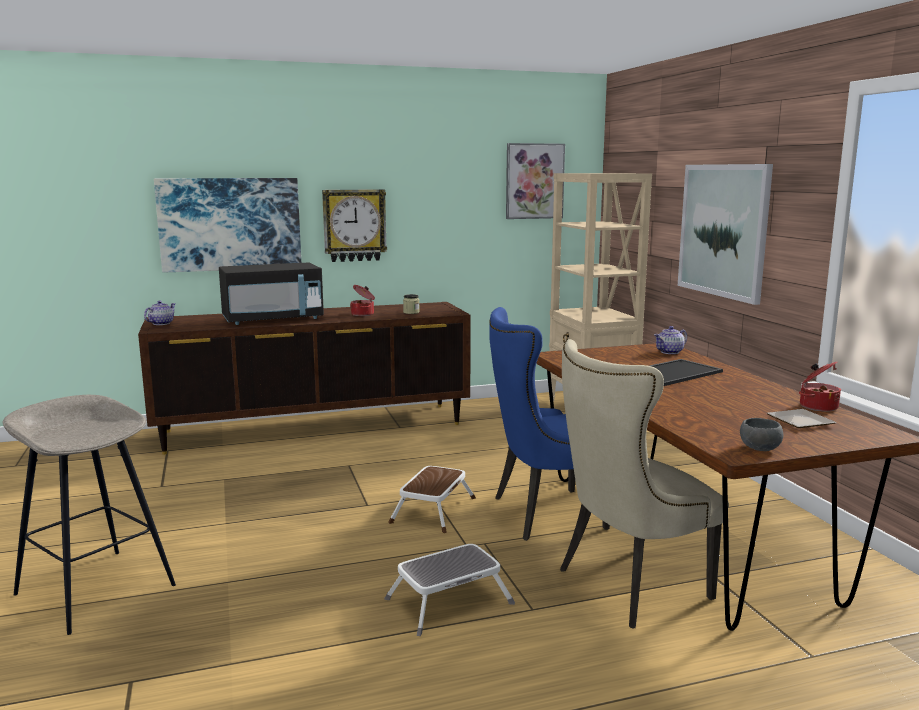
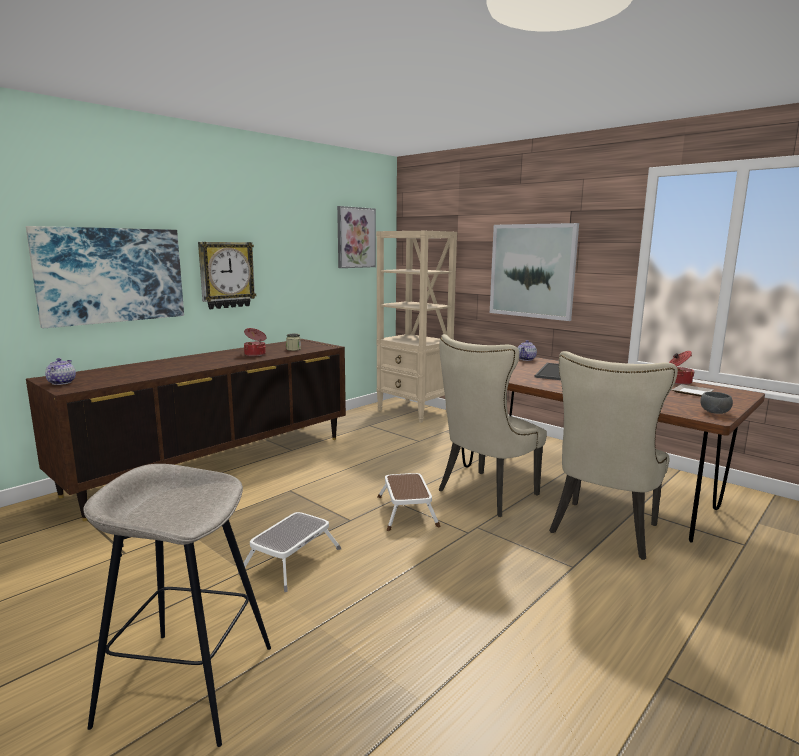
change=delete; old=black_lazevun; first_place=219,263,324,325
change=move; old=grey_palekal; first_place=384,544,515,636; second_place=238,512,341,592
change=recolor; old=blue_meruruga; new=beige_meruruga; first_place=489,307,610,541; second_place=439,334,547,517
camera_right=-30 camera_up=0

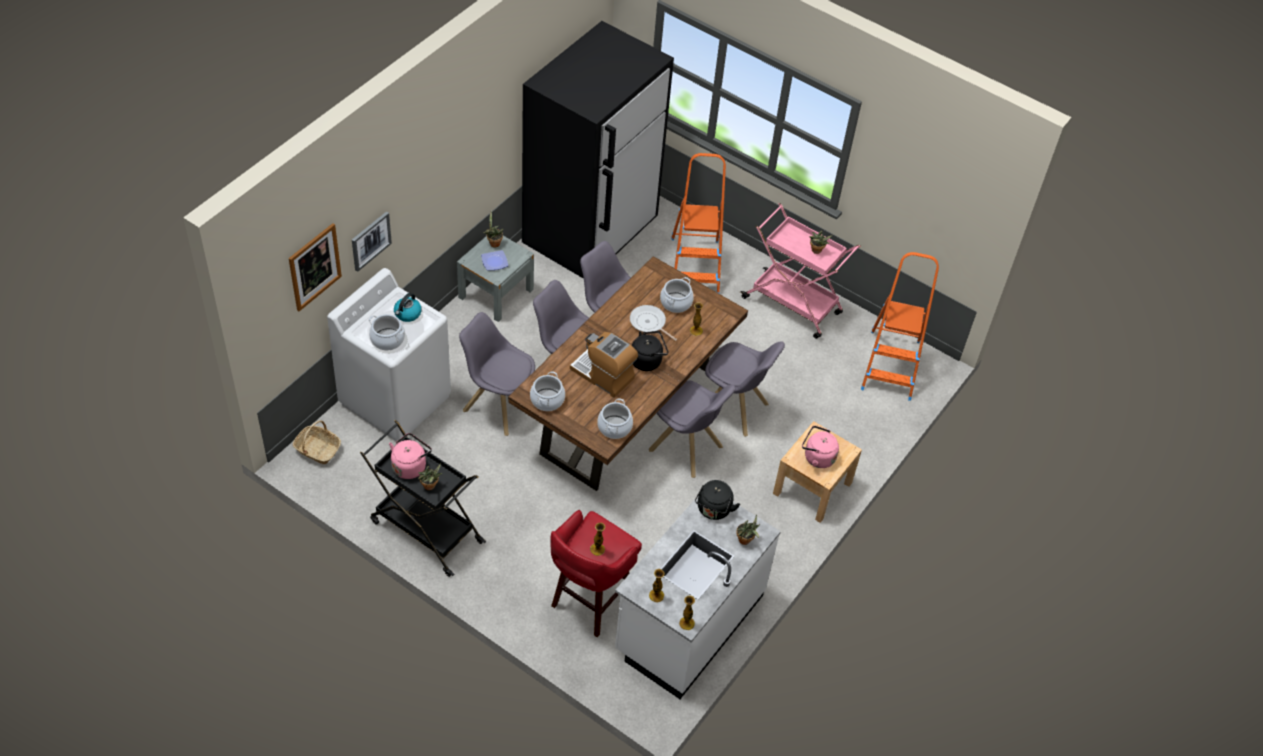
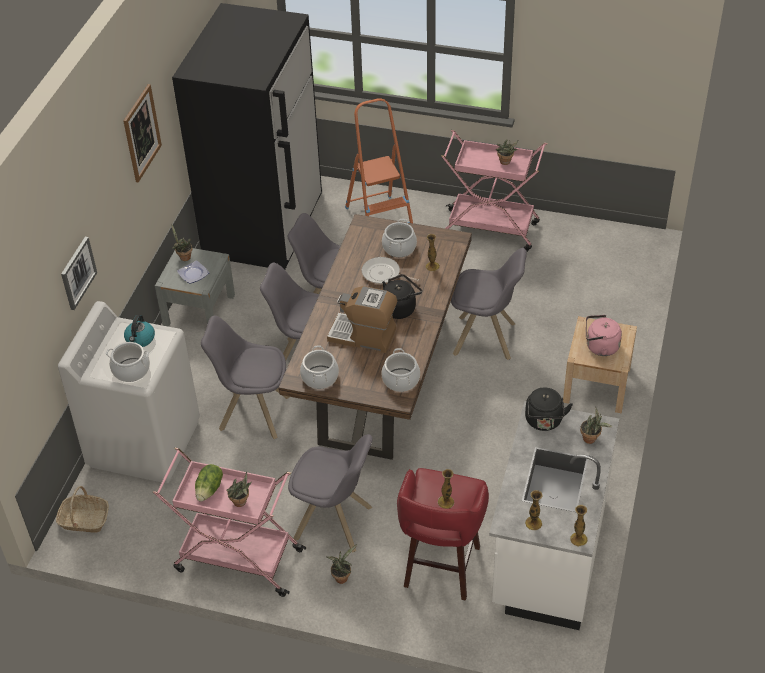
change=delete; old=orange_palekal; first_place=861,252,939,401
change=insert; new=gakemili; second_place=327,544,358,584
change=move; old=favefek; first_place=289,223,342,311; second_place=123,84,162,182
change=move; old=grey_meruruga; first_place=649,380,736,478; second_place=288,434,373,553
change=replace; old=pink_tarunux; new=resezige; first_place=389,433,432,479; second_place=195,464,223,502
change=recolor; old=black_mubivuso; new=pink_mubivuso; first_place=360,420,486,577; second_place=153,448,306,597
camera_right=-15 camera_up=-5

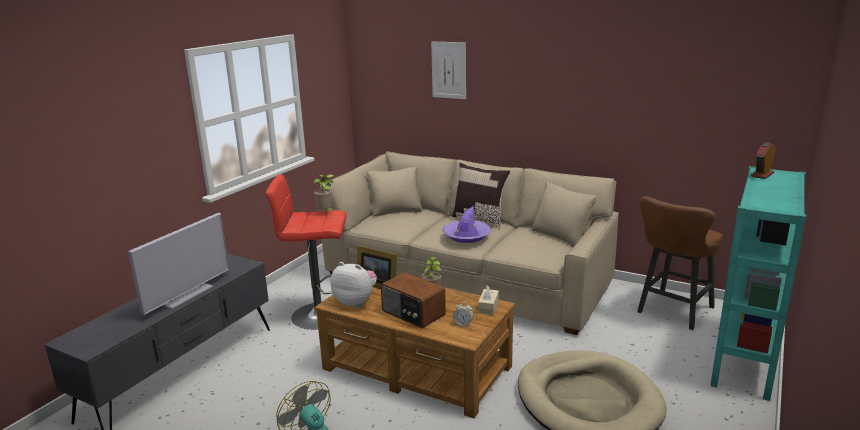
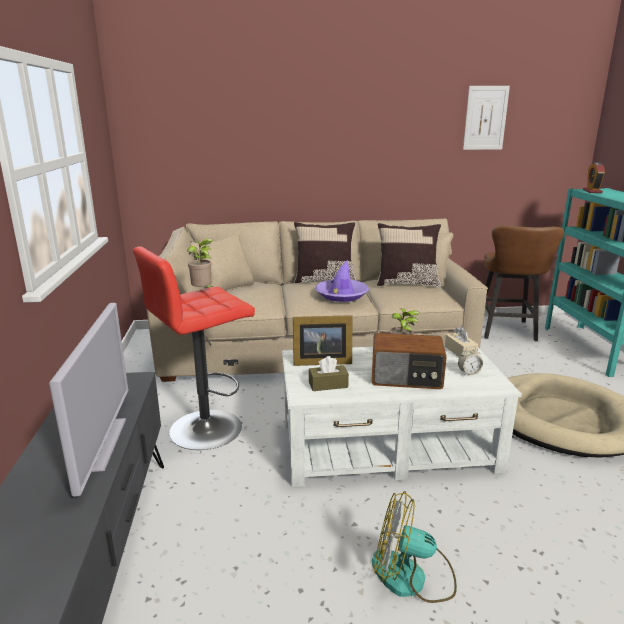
change=insert; new=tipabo; second_place=377,223,441,287
change=move; old=favefek; first_place=431,42,466,99; second_place=463,86,510,150
change=replace; old=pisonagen; new=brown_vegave; first_place=331,262,377,308; second_place=309,356,349,391
change=recolor; old=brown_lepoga; new=white_lepoga; first_place=314,287,516,418; second_place=282,344,522,487
camera_right=-35 camera_up=0

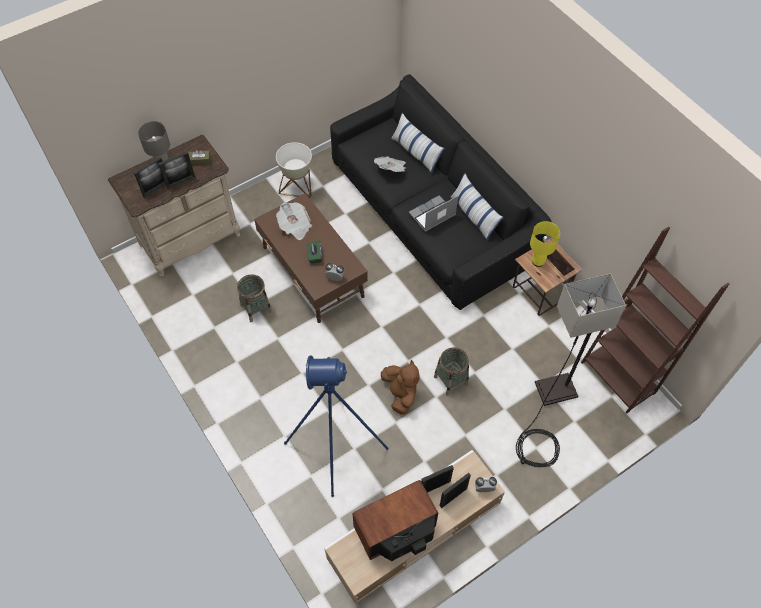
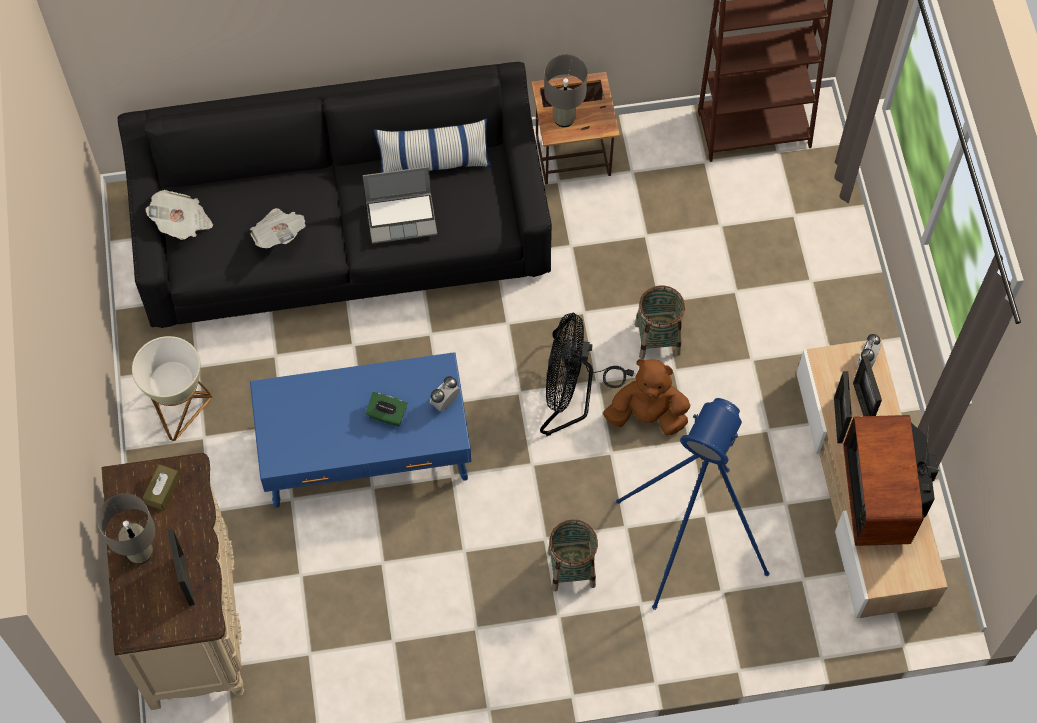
change=delete; old=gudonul; first_place=159,151,195,190
change=delete; old=tipabo; first_place=390,113,445,174
change=delete; old=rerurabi; first_place=516,273,626,467
change=insert; new=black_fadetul; second_place=540,313,636,436
change=move; old=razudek; first_place=237,274,272,322; second_place=548,519,598,591
change=move; old=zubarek; first_place=276,202,312,240; second_place=145,190,213,240
change=recolor; old=brown_lepoga; new=blue_lepoga; first_place=254,193,368,323; second_place=250,352,471,508
change=recolor; old=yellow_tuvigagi; new=grey_tuvigagi; first_place=530,221,560,267; second_place=544,55,587,127
change=rotate; old=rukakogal; first_place=409,195,458,232; second_place=363,167,437,244; degrees=-90
camera_right=-65 camera_up=5

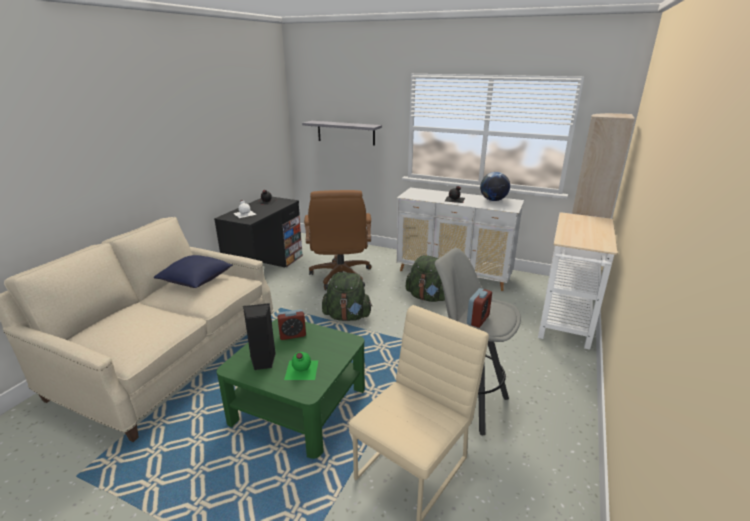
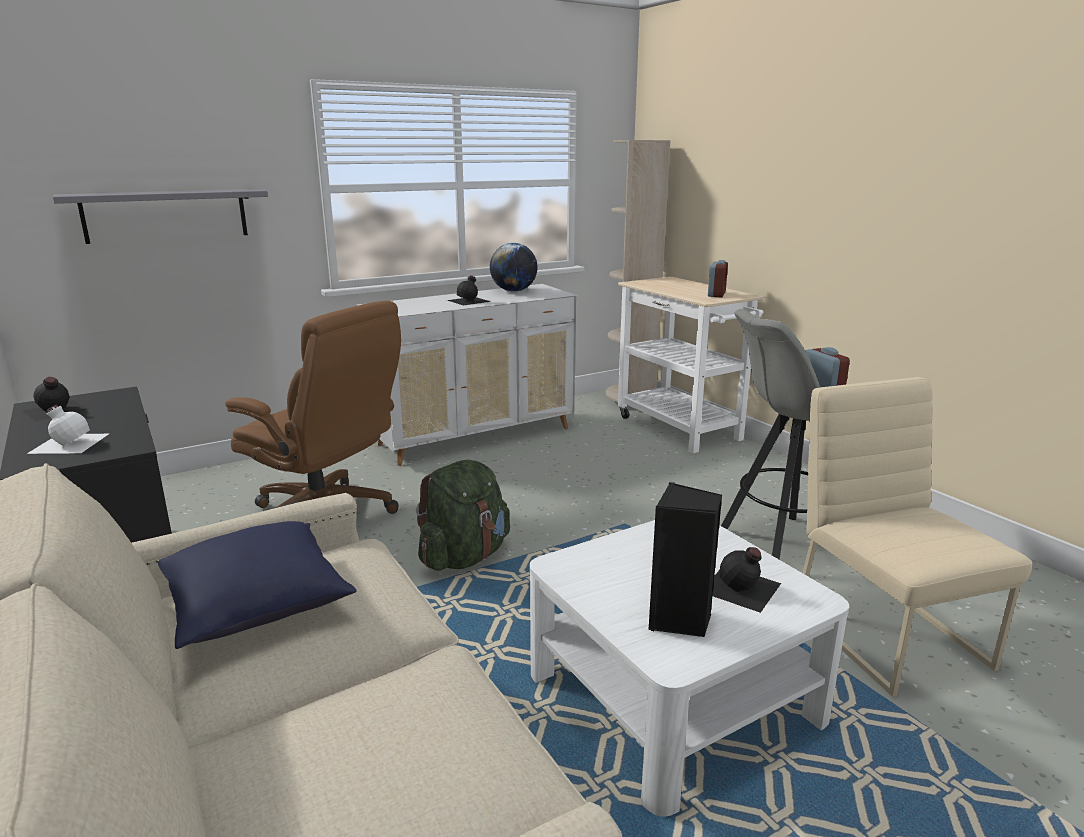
change=delete; old=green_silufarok; first_place=406,255,445,302
change=move; old=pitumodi; first_place=277,309,306,340; second_place=708,260,728,298
change=recolor; old=green_lepoga; new=white_lepoga; first_place=217,318,365,459; second_place=529,520,849,817
change=recolor; old=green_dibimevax; new=black_dibimevax; first_place=284,352,318,380; second_place=712,547,781,613
camera_right=-55 camera_up=-5

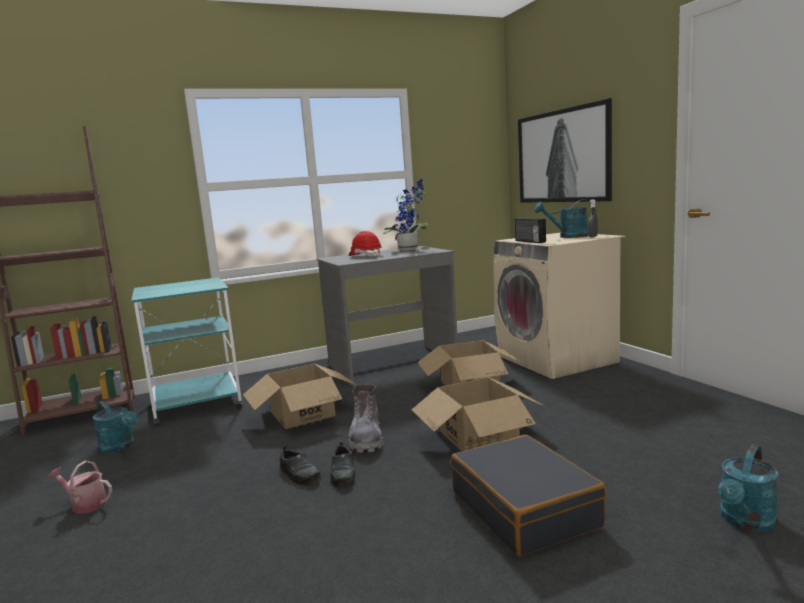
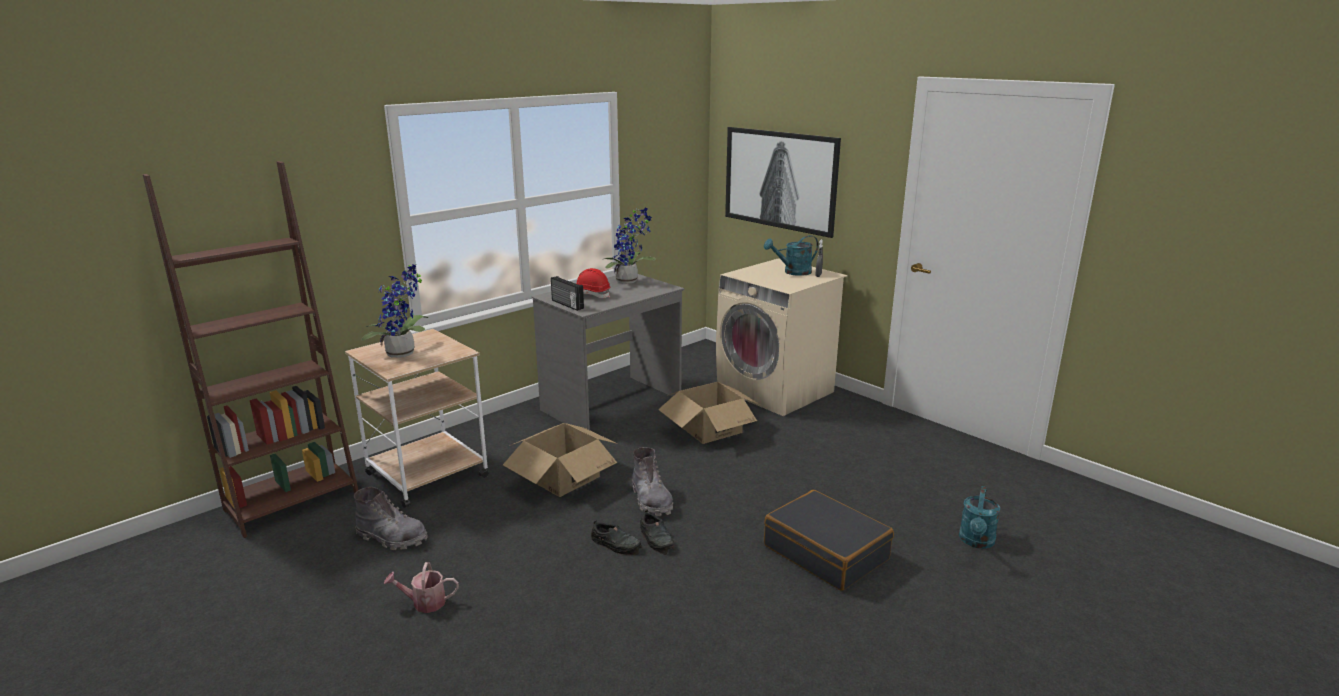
change=delete; old=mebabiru; first_place=412,377,544,451
change=insert; new=gakemili; second_place=361,262,429,358
change=move; old=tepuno; first_place=515,218,546,243; second_place=551,276,584,311
change=replace; old=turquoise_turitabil; new=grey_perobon; first_place=93,401,138,454; second_place=354,487,428,550
change=recolor; old=turquoise_mubivuso; new=beige_mubivuso; first_place=131,277,243,426; second_place=345,329,489,508
camera_right=-20 camera_up=10

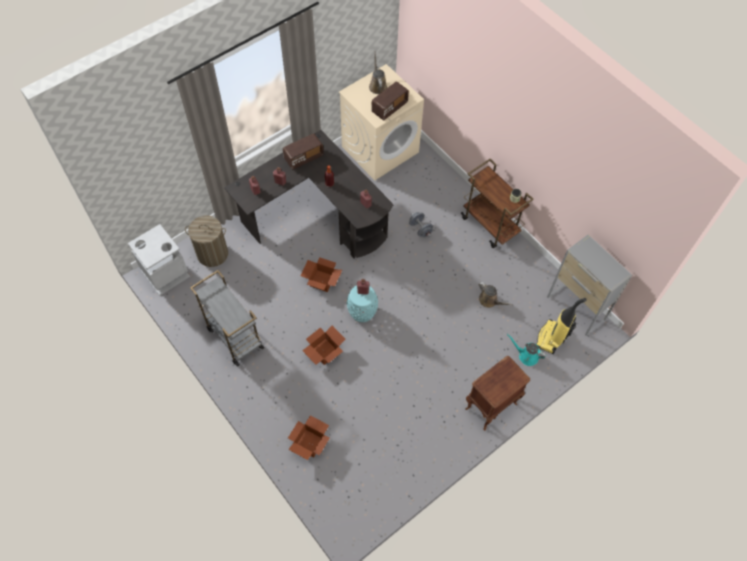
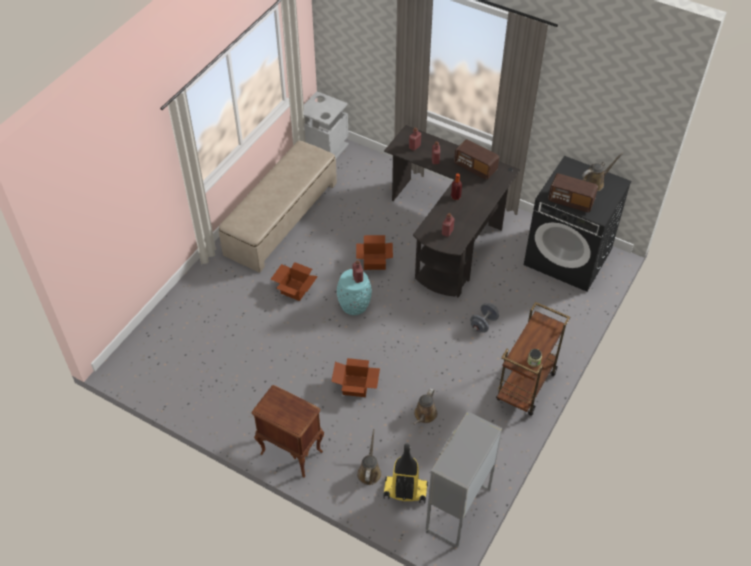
change=delete; old=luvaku; first_place=185,215,228,267
change=move; old=mebabiru; first_place=288,415,330,460; second_place=331,358,380,397
change=replace; old=grey_mubivuso; new=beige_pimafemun; first_place=190,270,265,366; second_place=219,141,337,273
change=recolor; old=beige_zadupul; new=black_zadupul; first_place=339,64,424,180; second_place=524,156,631,292
change=recolor; old=turquoise_turitabil; new=brown_turitabil; first_place=507,334,546,366; second_place=357,429,381,485
camera_right=70 camera_up=-10

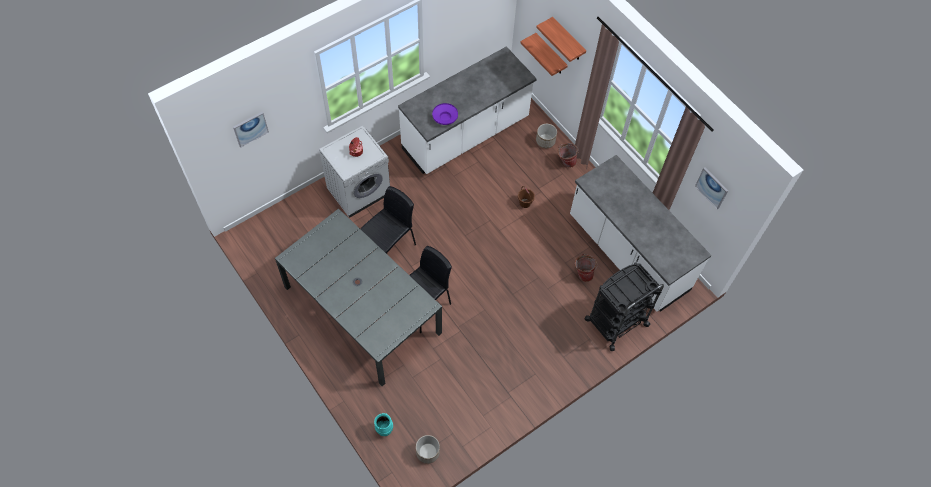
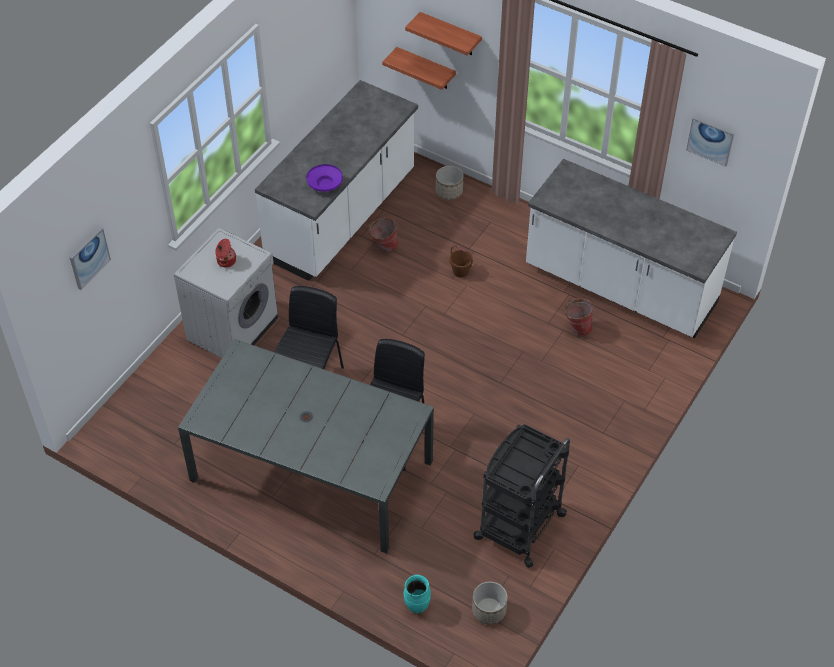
change=move; old=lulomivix; first_place=558,143,579,168; second_place=368,217,398,253
change=move; old=black_mubivuso; first_place=585,262,664,351; second_place=474,424,570,568
camera_right=-20 camera_up=-10

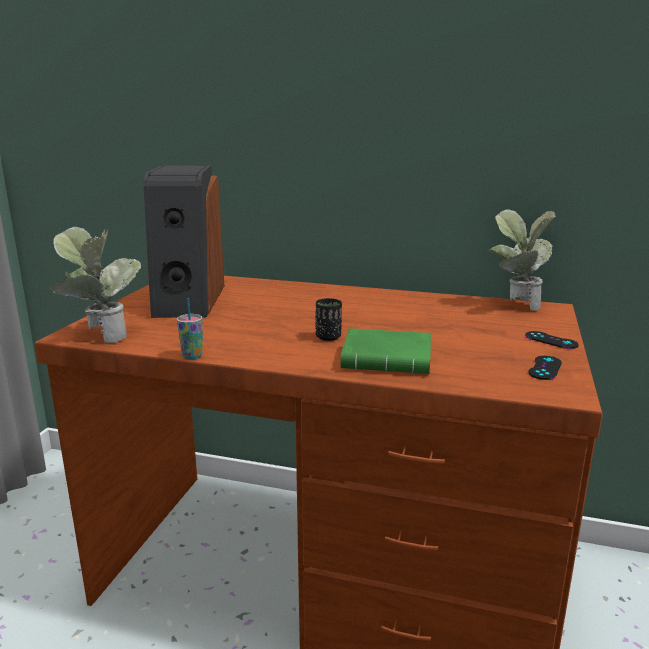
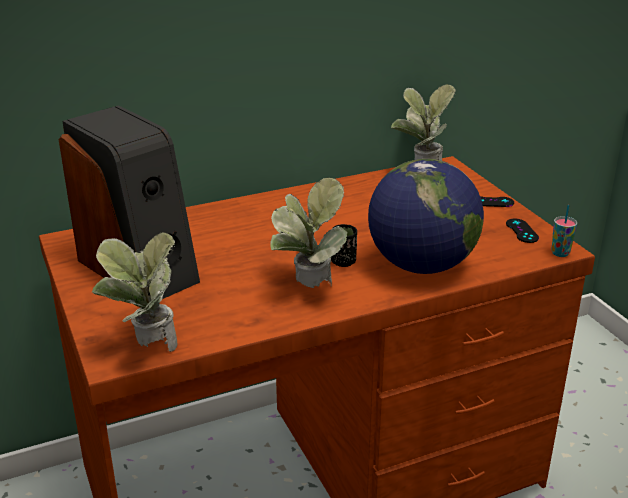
change=insert; new=gakemili; second_place=270,178,347,288
change=move; old=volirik; first_place=177,298,203,359; second_place=551,205,577,257
change=replace; old=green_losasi; new=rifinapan; first_place=340,328,431,374; second_place=368,159,484,274
camera_right=-40 camera_up=10

